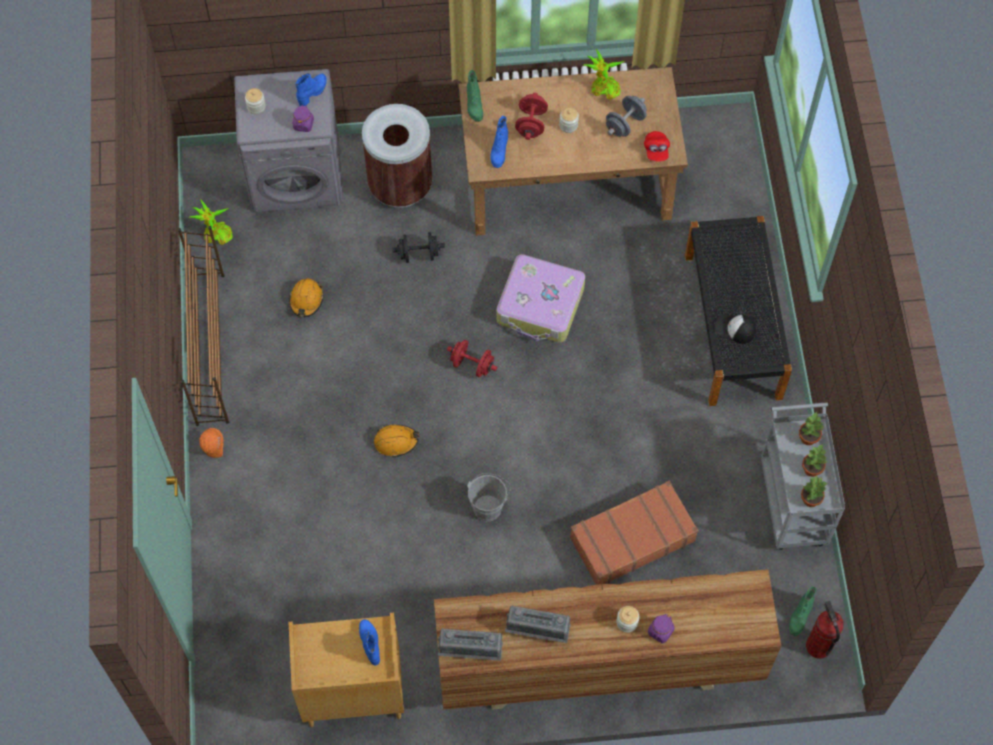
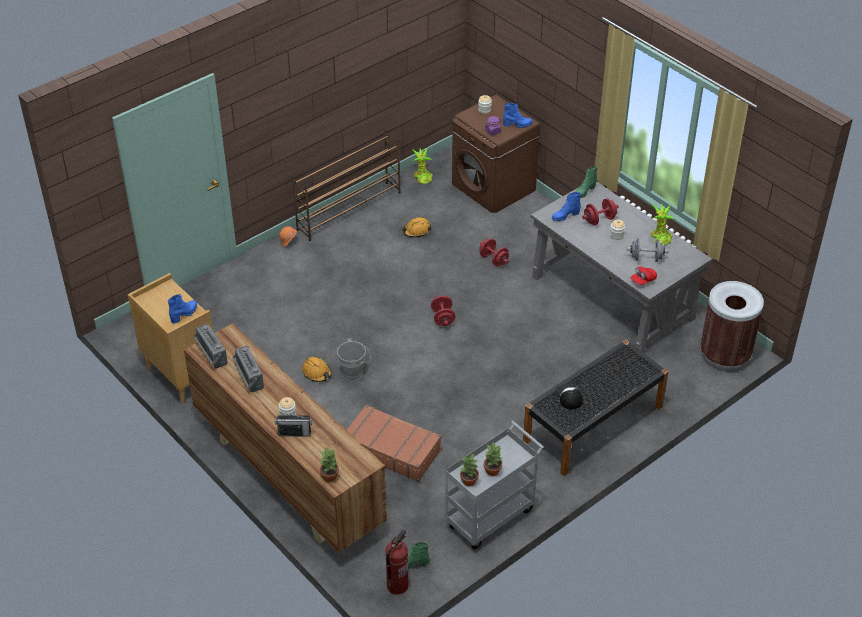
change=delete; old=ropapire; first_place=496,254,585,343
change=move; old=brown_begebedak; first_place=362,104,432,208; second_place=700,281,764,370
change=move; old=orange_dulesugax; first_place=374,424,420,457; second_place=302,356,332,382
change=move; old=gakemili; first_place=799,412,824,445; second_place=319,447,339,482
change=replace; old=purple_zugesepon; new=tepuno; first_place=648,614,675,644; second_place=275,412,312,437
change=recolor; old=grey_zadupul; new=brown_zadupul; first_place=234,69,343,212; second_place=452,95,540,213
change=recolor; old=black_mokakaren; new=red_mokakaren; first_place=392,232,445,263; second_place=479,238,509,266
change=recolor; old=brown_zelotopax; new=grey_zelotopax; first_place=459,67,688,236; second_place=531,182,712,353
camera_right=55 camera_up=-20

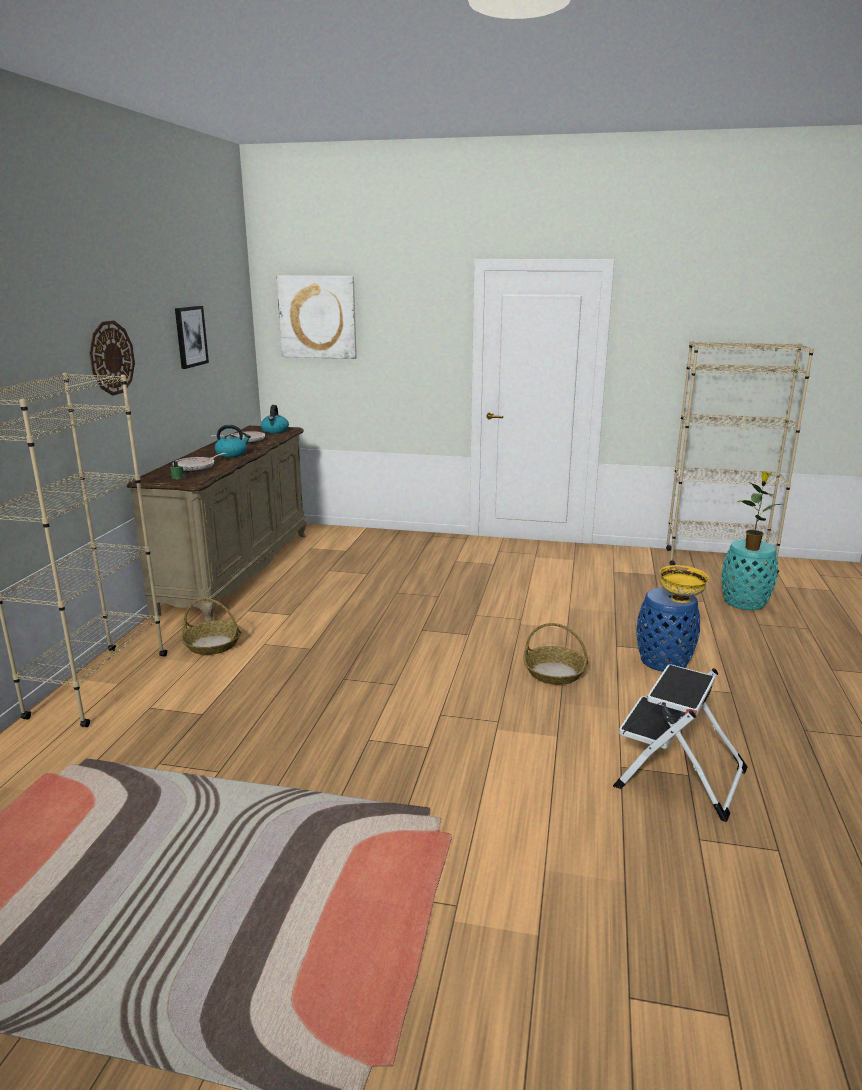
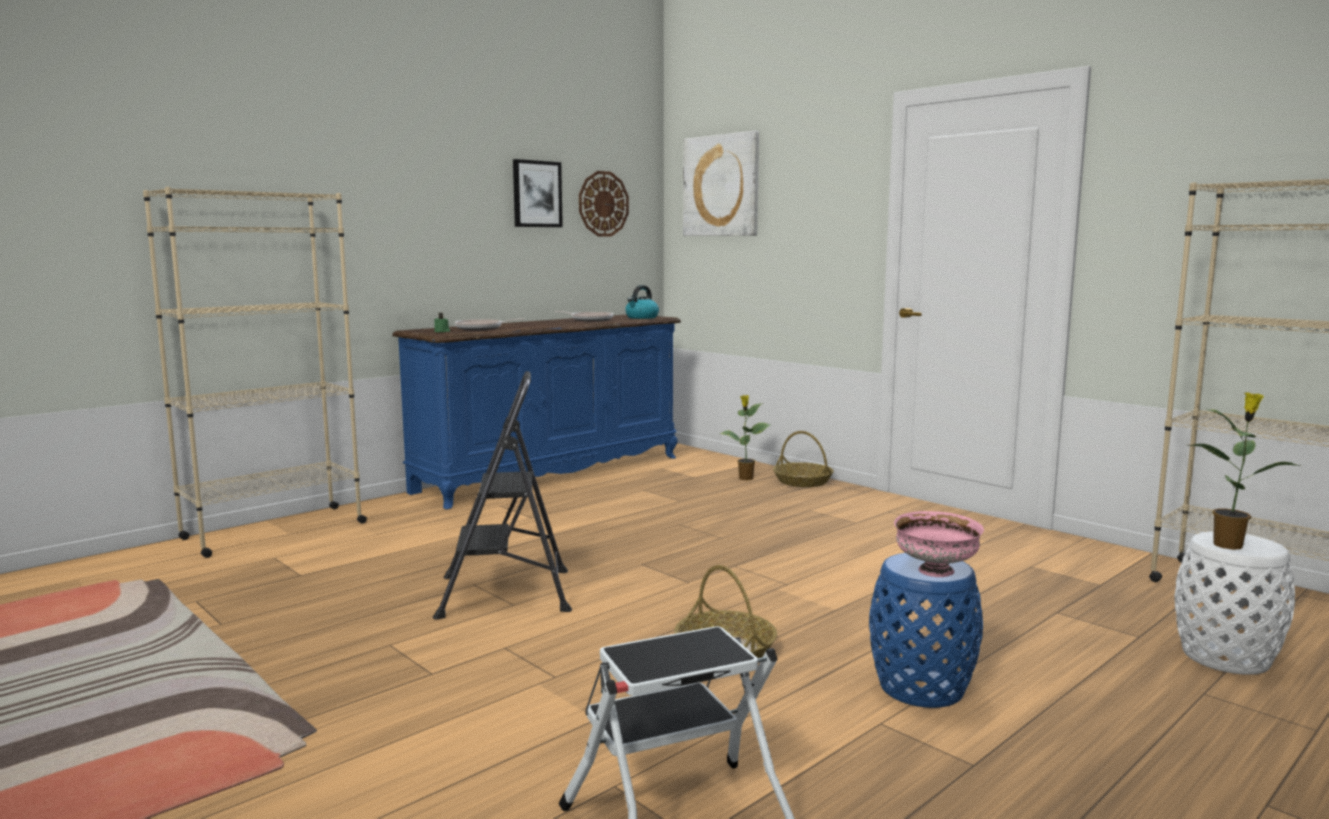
change=delete; old=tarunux; first_place=215,425,251,457
change=insert; new=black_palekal; second_place=433,371,572,620
change=insert; new=gakemili; second_place=720,395,770,480
change=move; old=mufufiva; first_place=89,321,135,396; second_place=579,171,629,237
change=move; old=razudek; first_place=181,598,242,655; second_place=773,431,834,487
change=recolor; old=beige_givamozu; new=blue_givamozu; first_place=127,425,307,622; second_place=392,315,681,509
change=recolor; old=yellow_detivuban; new=pink_detivuban; first_place=660,565,709,603; second_place=894,511,984,577
change=recolor; old=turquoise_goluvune; new=white_goluvune; first_place=722,539,778,610; second_place=1175,531,1295,675
camera_right=35 camera_up=-10

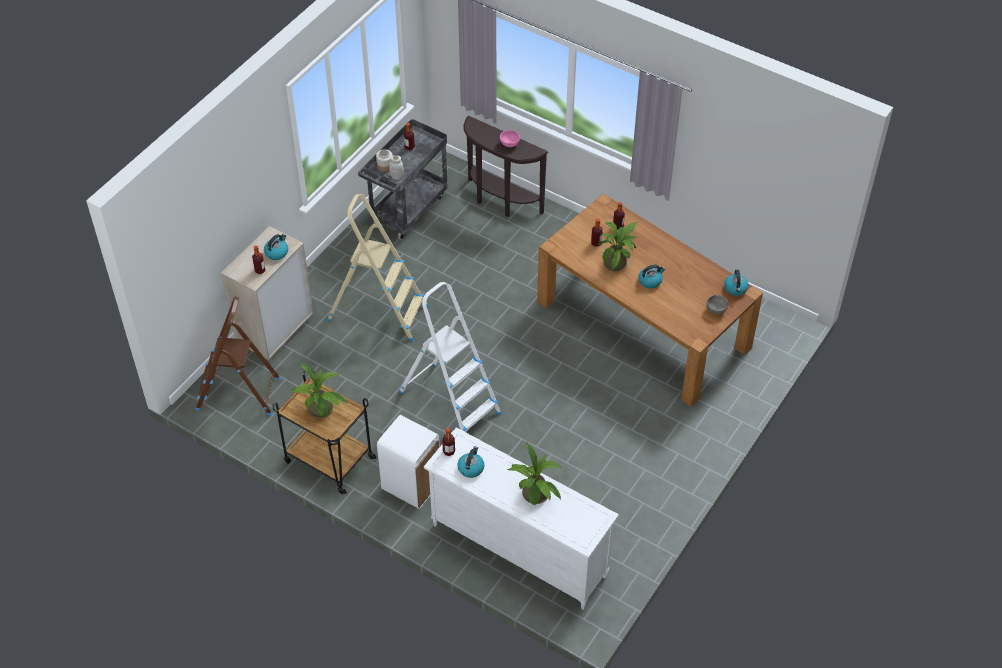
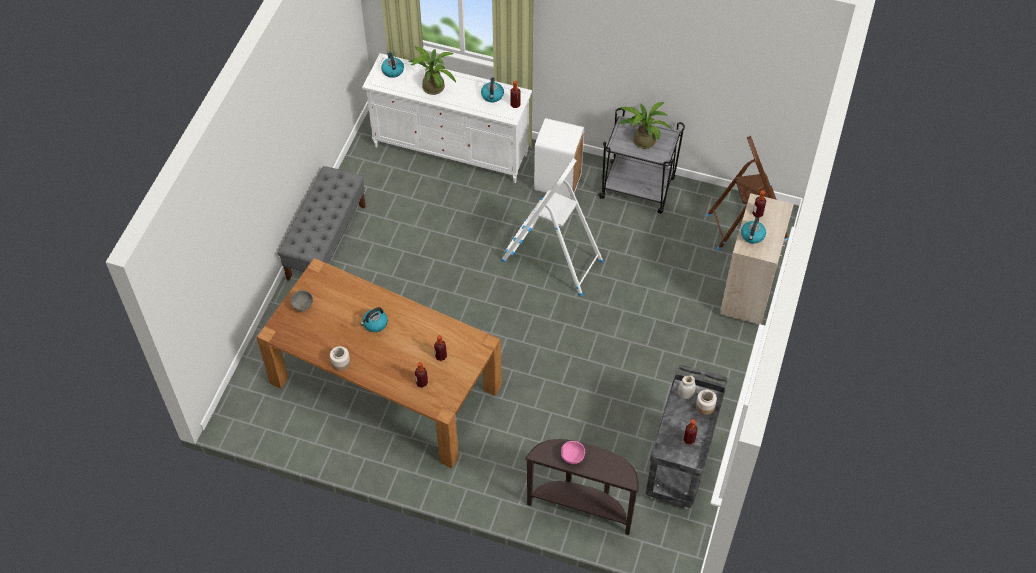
change=delete; old=beige_palekal; first_place=327,194,429,341
change=delete; old=gakemili; first_place=597,222,638,271
change=insert; new=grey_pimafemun; second_place=278,166,366,281
change=insert; new=zugesepon; second_place=330,346,350,371
change=move; old=tarunux; first_place=724,270,748,296; second_place=381,52,404,78
change=recolor; old=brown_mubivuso; new=grey_mubivuso; first_place=273,370,377,494; second_place=597,108,685,214
camera_right=165 camera_up=5

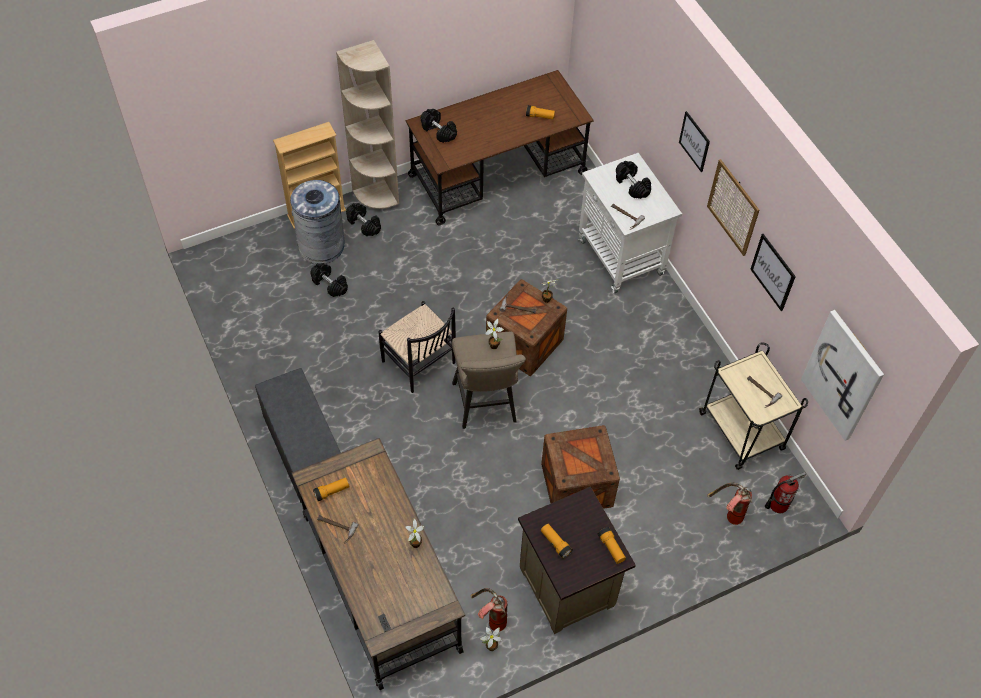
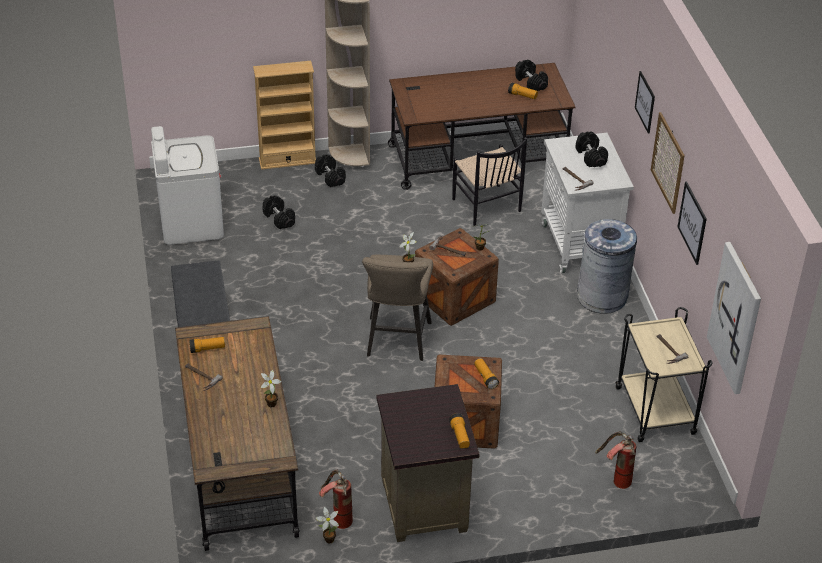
change=delete; old=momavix; first_place=765,472,806,513
change=insert; new=white_zadupul; second_place=151,126,224,245
change=move; old=grey_begebedak; first_place=290,180,345,264; second_place=577,219,637,314
change=move; old=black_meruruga; first_place=378,301,456,393; second_place=452,137,527,226
change=move; old=black_mokakaren; first_place=421,109,457,143; second_place=515,60,548,91
change=move; old=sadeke; first_place=541,524,573,559; second_place=474,358,499,389
camera_right=15 camera_up=-15

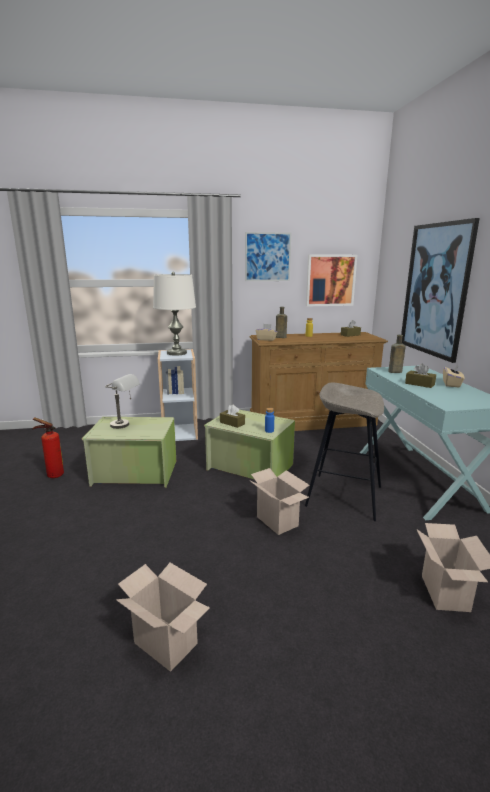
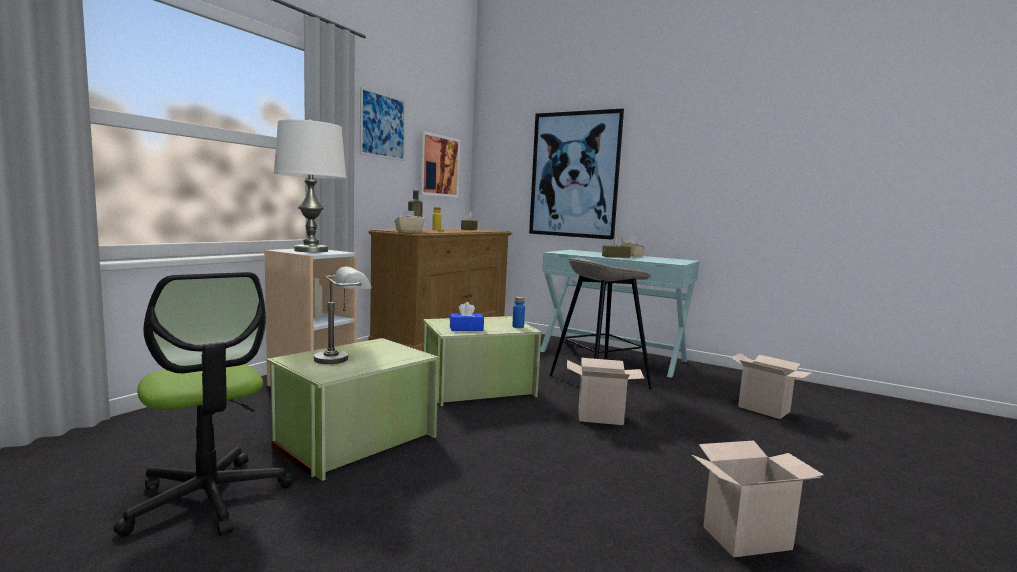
change=delete; old=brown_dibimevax; first_place=388,335,405,373
change=replace; old=momavix; new=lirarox; first_place=32,417,64,478; second_place=113,272,293,537
change=recolor; old=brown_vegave; new=blue_vegave; first_place=220,404,245,428; second_place=450,302,484,331
camera_right=-50 camera_up=-10

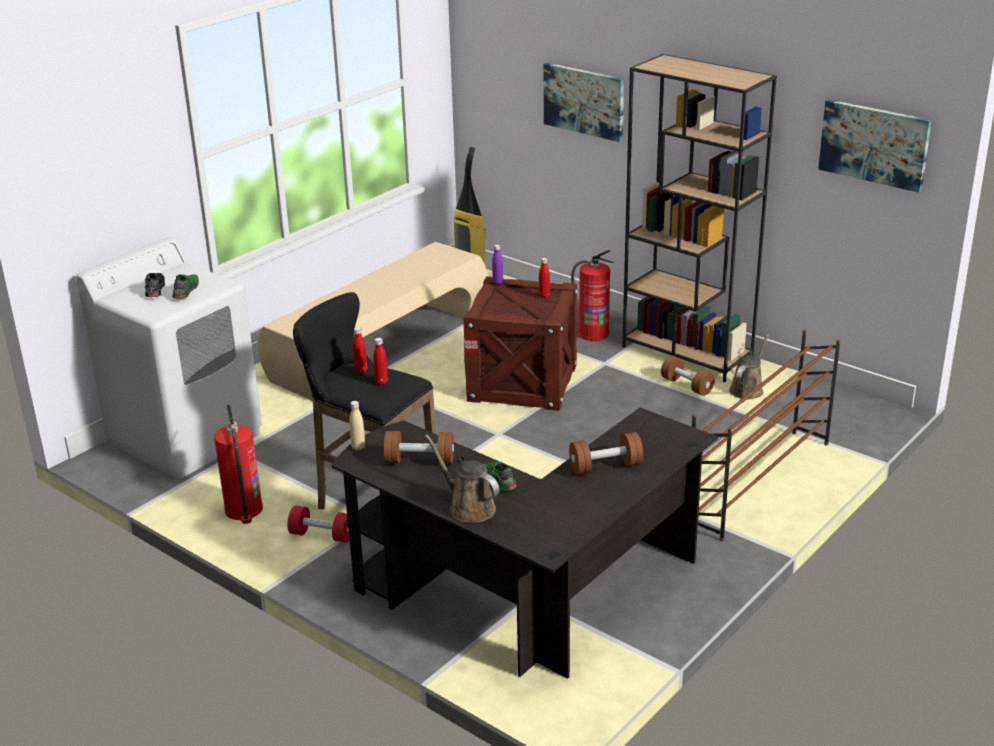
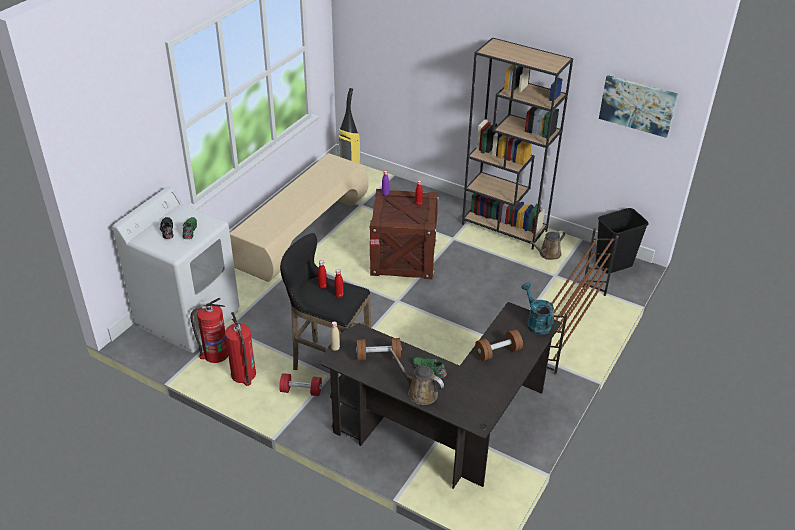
change=delete; old=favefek; first_place=544,63,624,142
change=delete; old=brown_mokakaren; first_place=661,356,715,396
change=insert; new=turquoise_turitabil; second_place=521,283,554,335
change=insert; new=black_begebedak; second_place=596,208,648,273
change=move; old=momavix; first_place=571,250,614,341; second_place=190,298,228,363
change=rotate; old=brown_turitabil; first_place=729,334,769,400; second_place=530,230,565,260; degrees=-150
camera_right=-10 camera_up=10

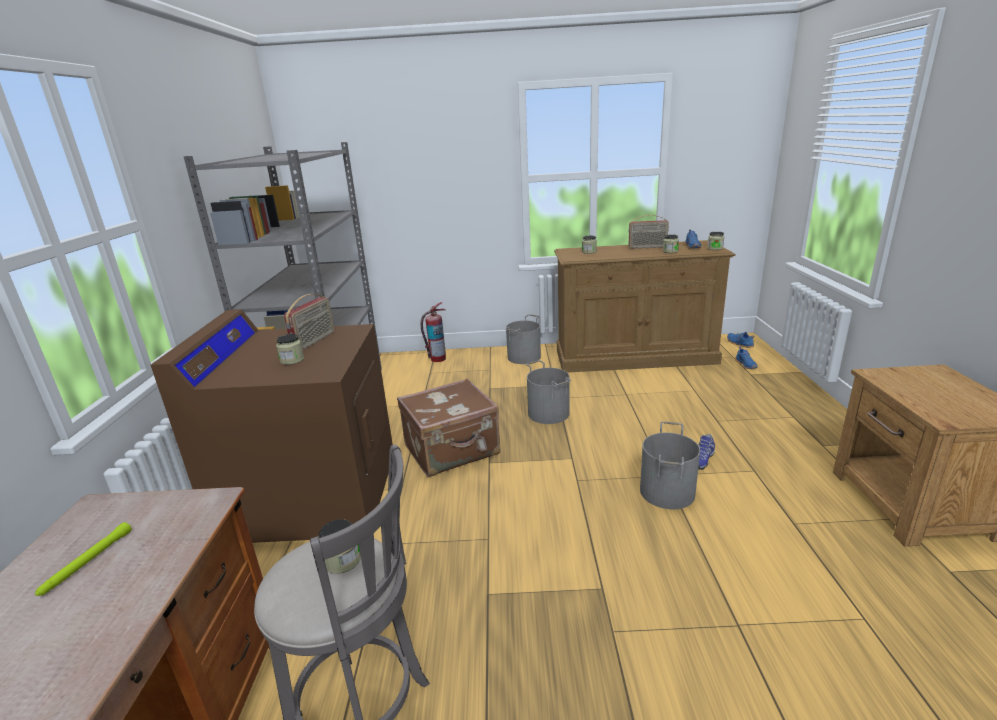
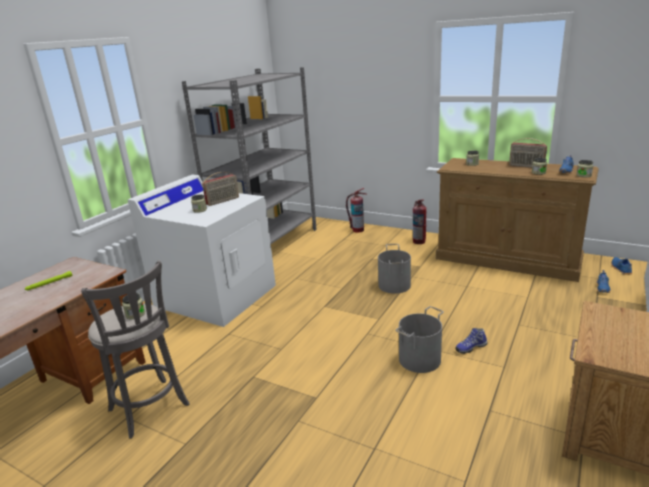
change=delete; old=brown_ropapire; first_place=397,378,500,477
change=replace; old=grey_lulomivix; new=momavix; first_place=505,314,541,364; second_place=413,199,427,244
change=recolor; old=brown_zadupul; new=white_zadupul; first_place=151,309,393,543; second_place=128,174,276,327
camera_right=30 camera_up=0

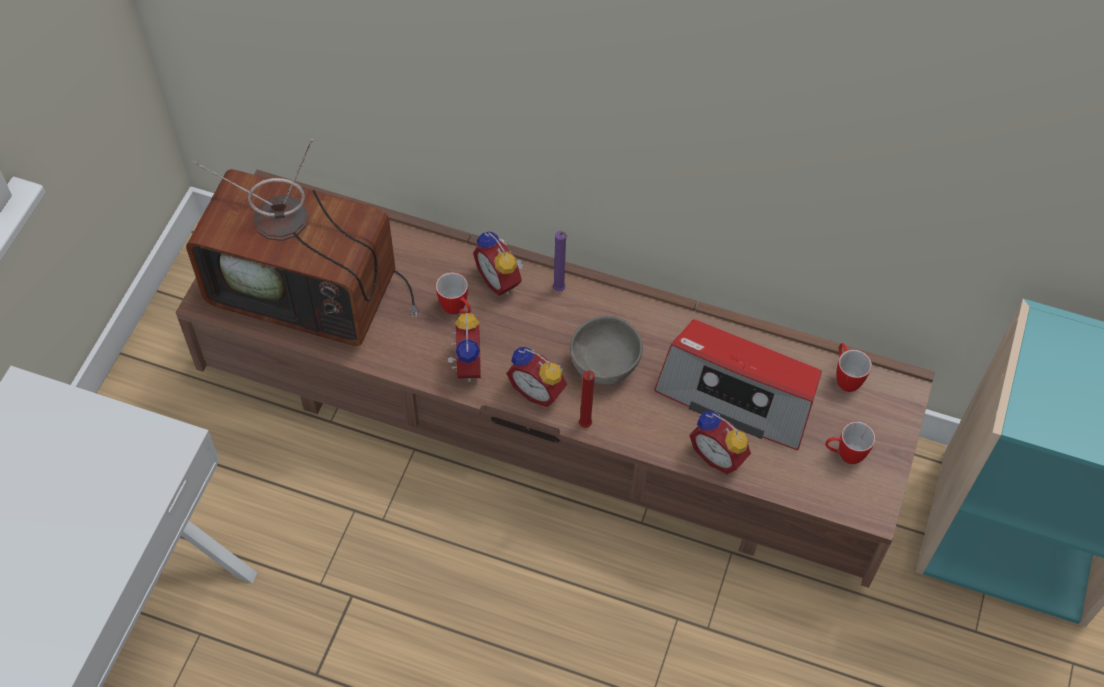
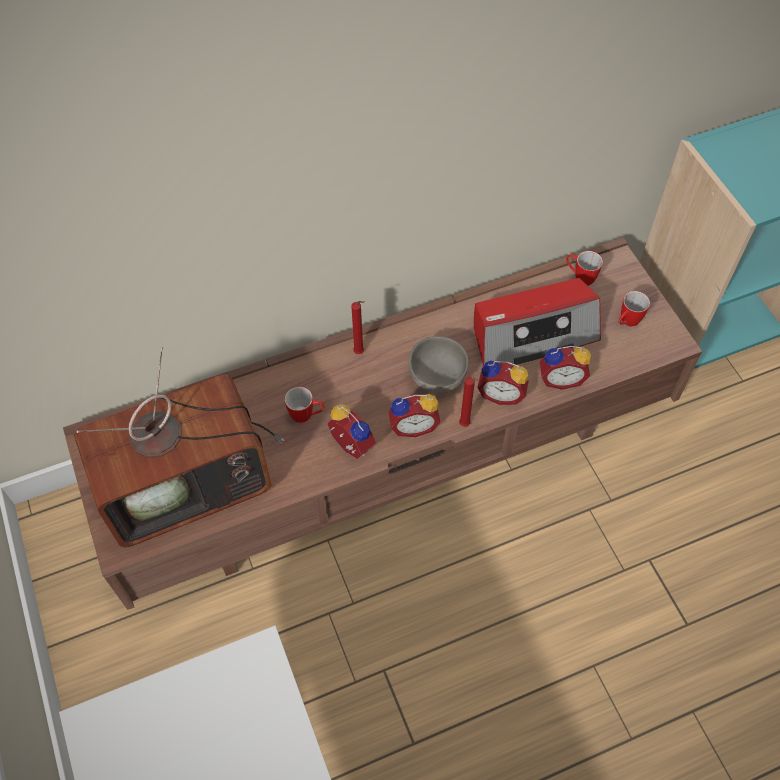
change=move; old=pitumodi; first_place=473,231,523,296; second_place=477,360,529,405
change=recolor; old=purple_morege; new=red_morege; first_place=553,231,568,292; second_place=351,301,365,354
camera_right=-40 camera_up=0

